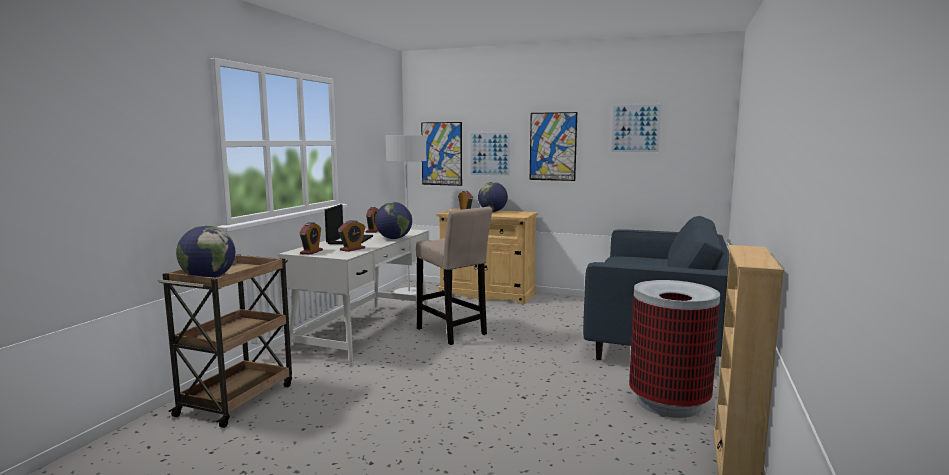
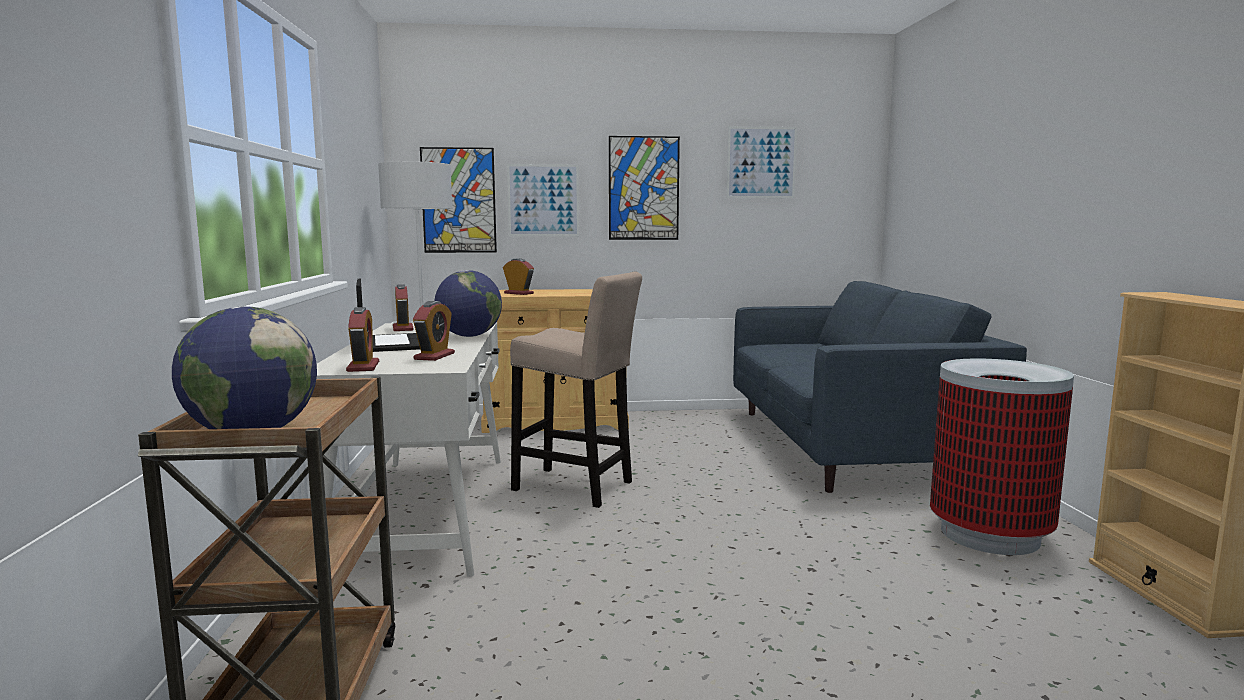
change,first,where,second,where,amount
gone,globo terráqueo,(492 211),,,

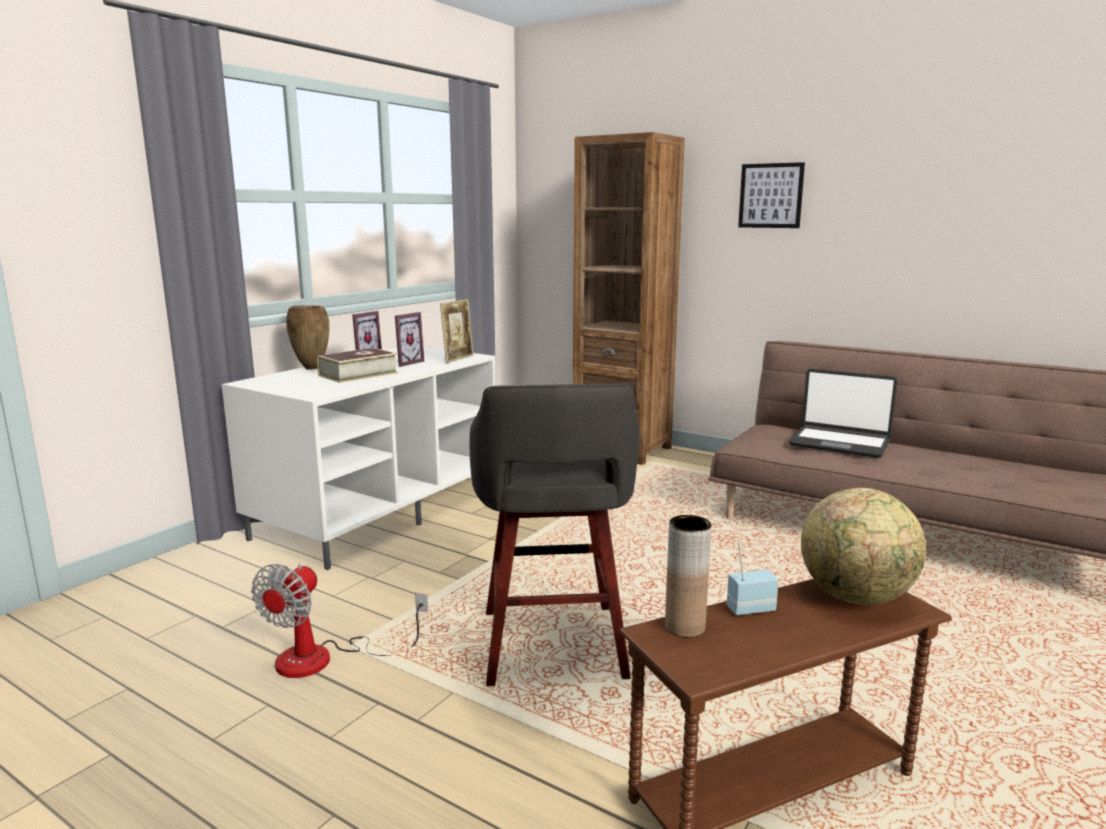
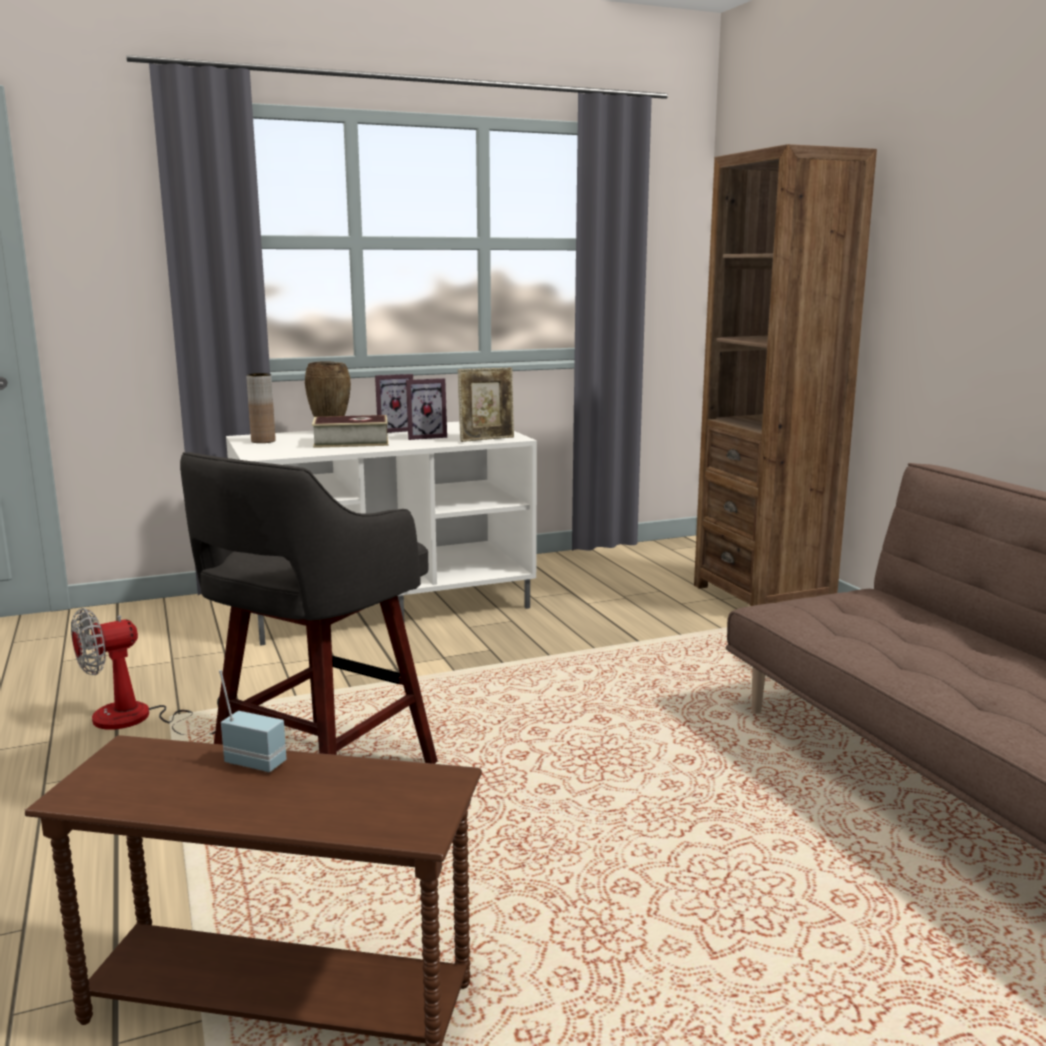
change,first,where,second,where,amount
shifted,florero/marrón,(684 627),,(263 441),
gone,cuadro,(770 195),,,
gone,portátil,(839 443),,,
gone,globo terráqueo,(856 597),,,

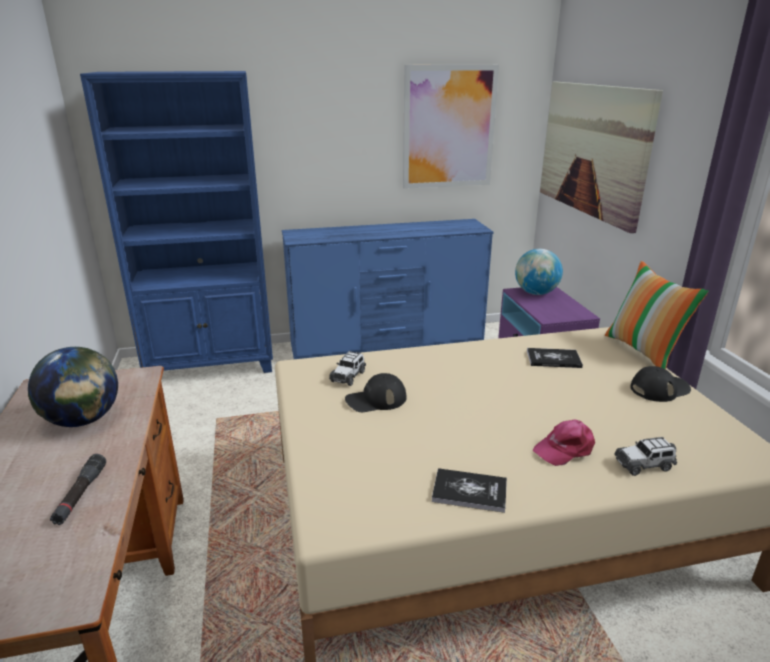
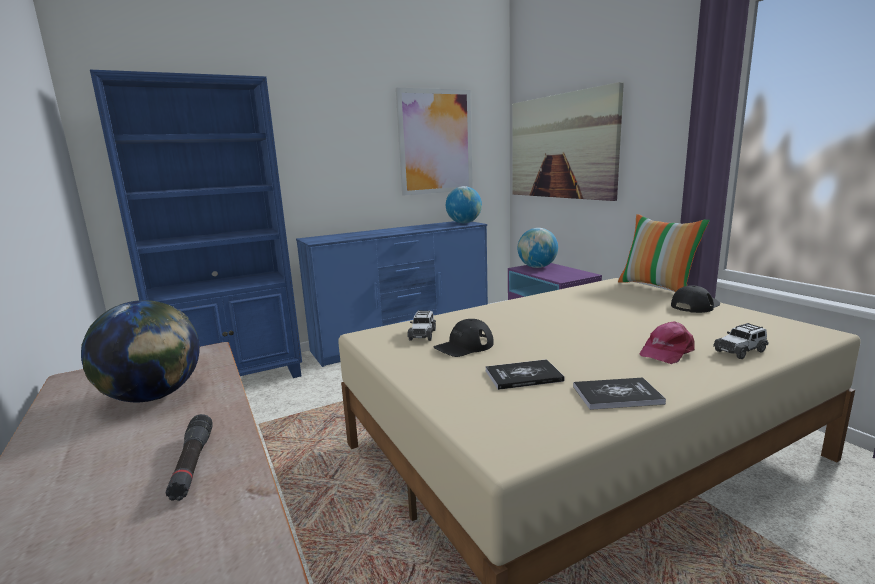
change,first,where,second,where,amount
shifted,libro,(553 359),,(523 376),
new,,,globo terráqueo,(464 223),

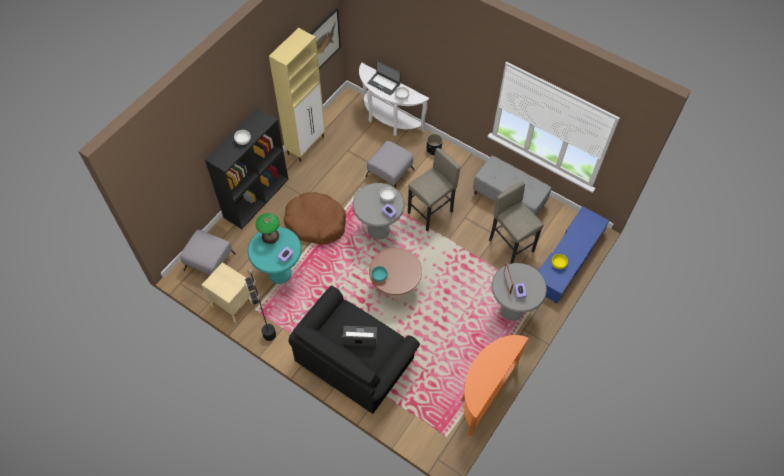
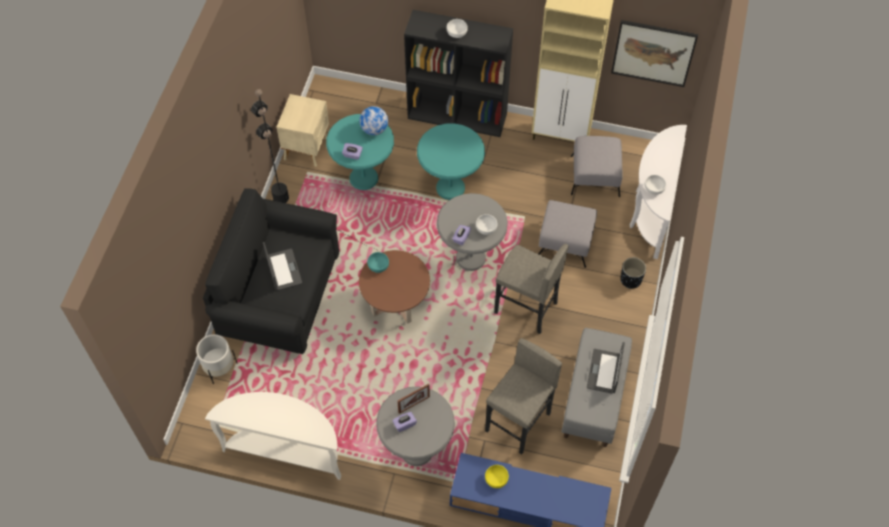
change,first,where,second,where,amount
shifted,puf/gris,(210 262),,(595 176),
swapped,lámpara de mesa,(270 236),globo terráqueo,(374 129),
swapped,cama para perro/marrón,(316 223),mesa auxiliar/turquesa,(450 188),
shifted,portátil,(384 83),,(604 371),
repainted,mesa consola/naranja,(484 392),mesa consola/blanco,(286 450),
new,,,maceta/blanco,(219 368),

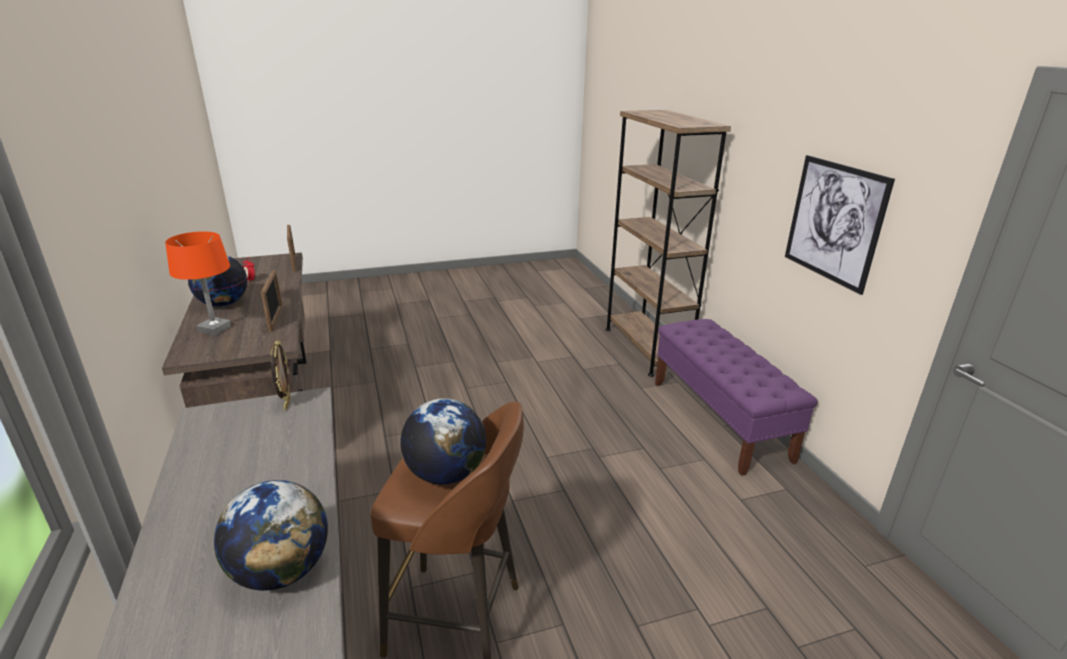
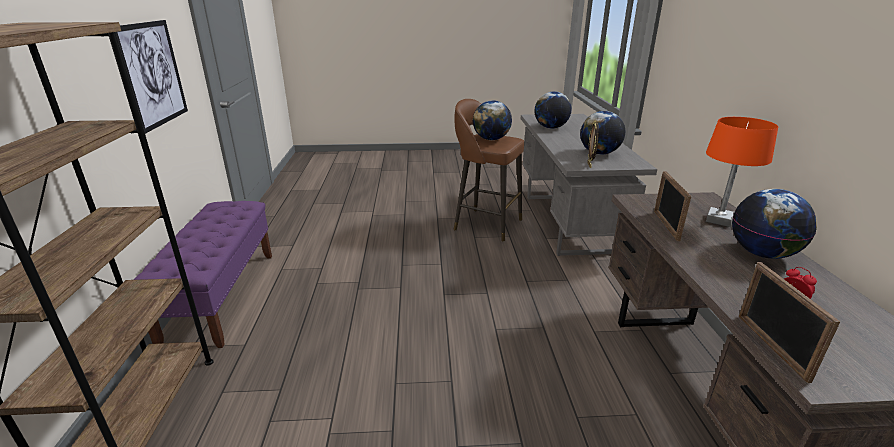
change,first,where,second,where,amount
new,,,globo terráqueo,(599 153),

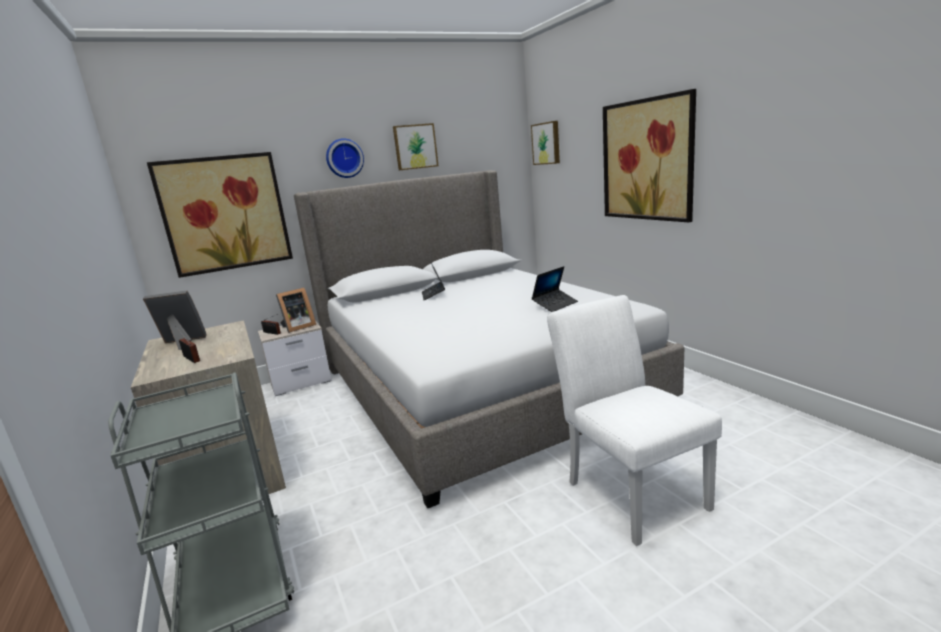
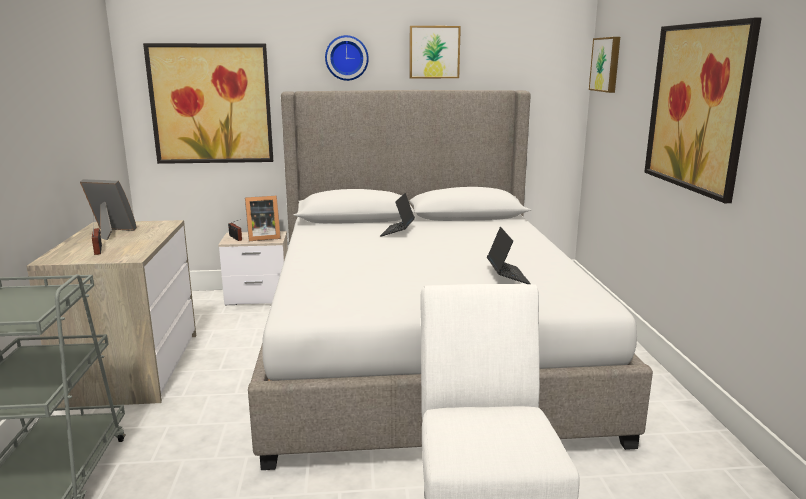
change,first,where,second,where,amount
rotated,portátil,(555 305),,(507 276),75 degrees counterclockwise

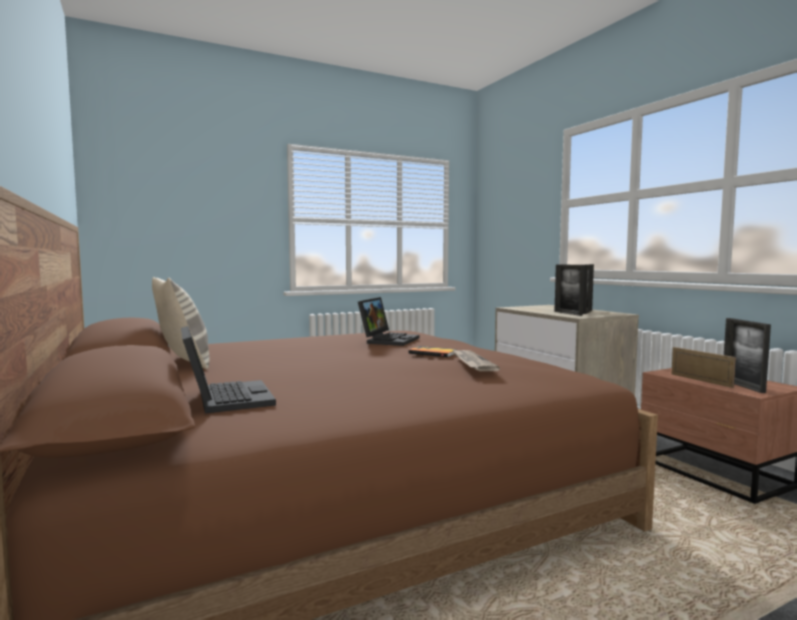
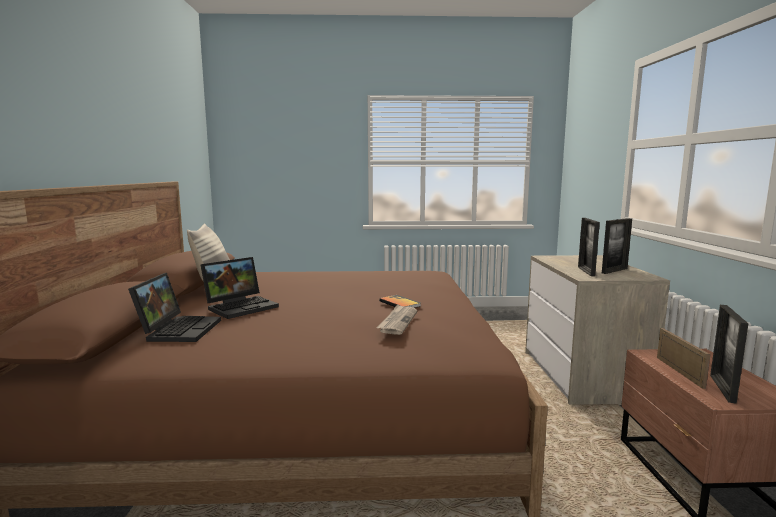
change,first,where,second,where,amount
shifted,portátil,(388 340),,(242 306),

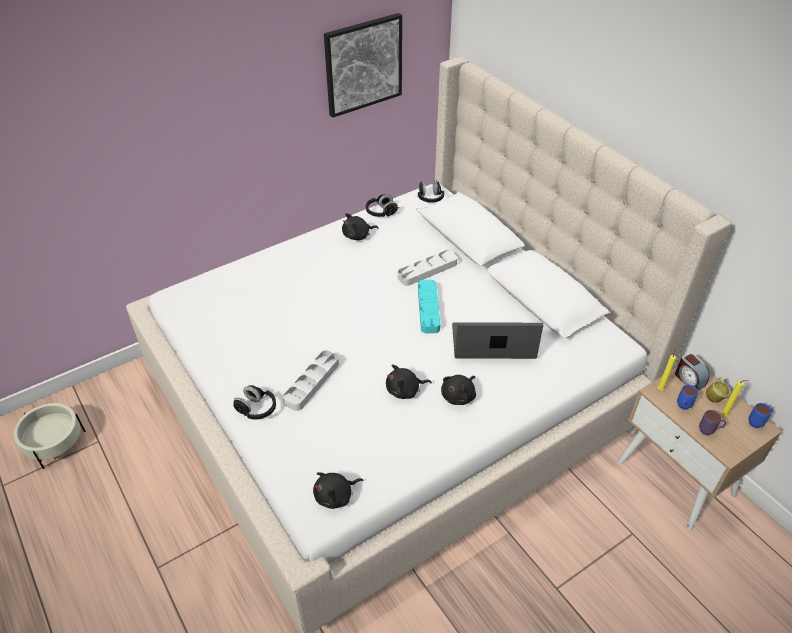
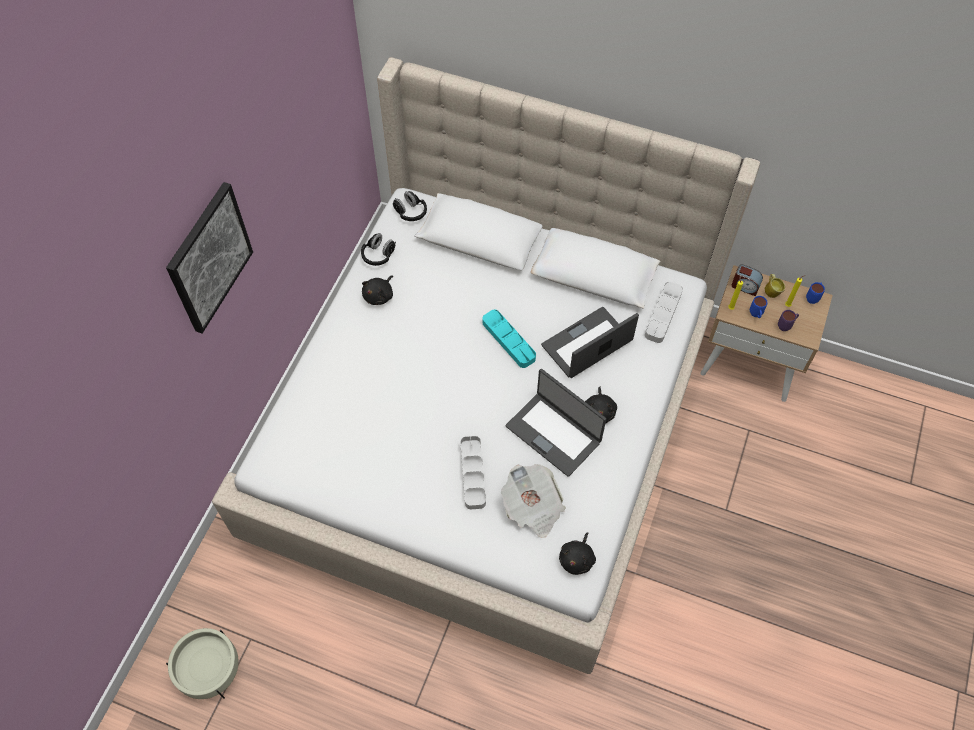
change,first,where,second,where,amount
gone,auriculares/negro,(256 409),,,
shifted,cuadro,(363 64),,(209 258),
swapped,peluche/negro,(405 390),portátil,(554 433),
shifted,bandeja/gris,(427 270),,(663 314),
new,,,periódico,(533 507),

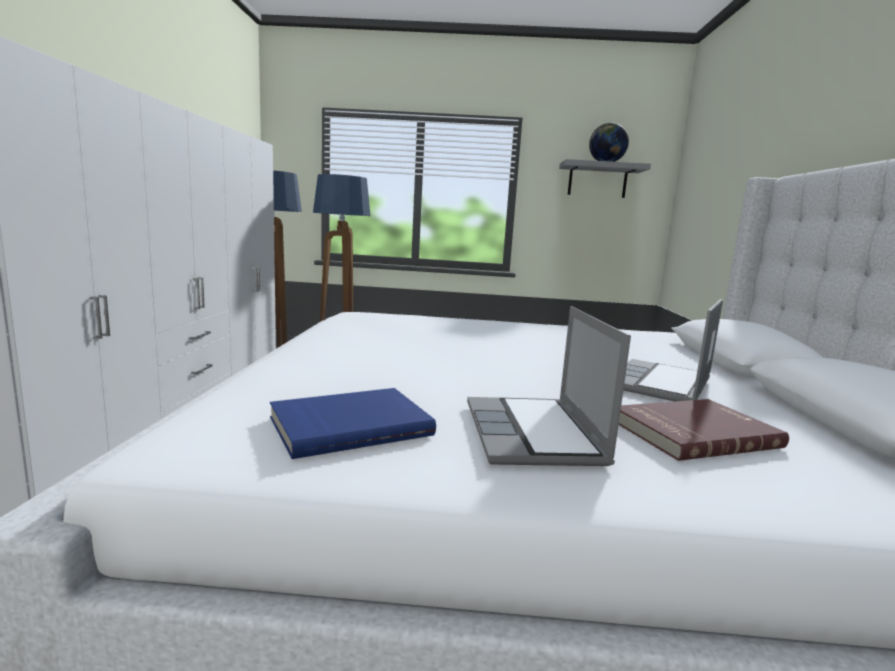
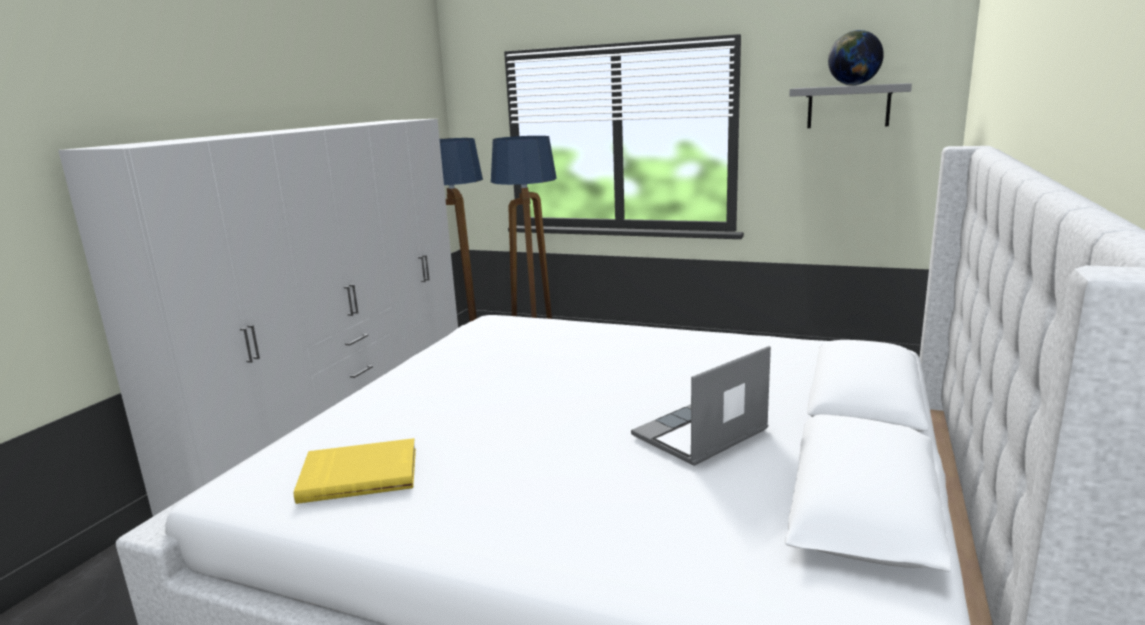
change,first,where,second,where,amount
repainted,libro/azul,(349 425),libro/amarillo,(359 474),
gone,portátil,(534 434),,,
gone,libro/rojo,(692 432),,,

